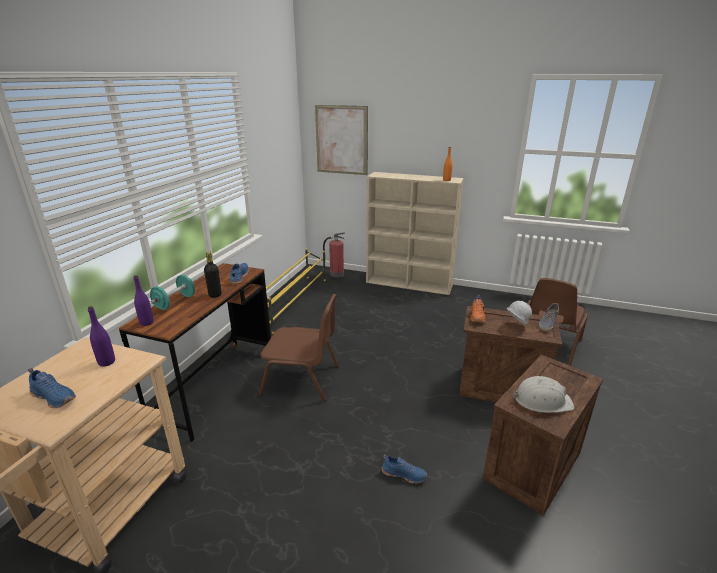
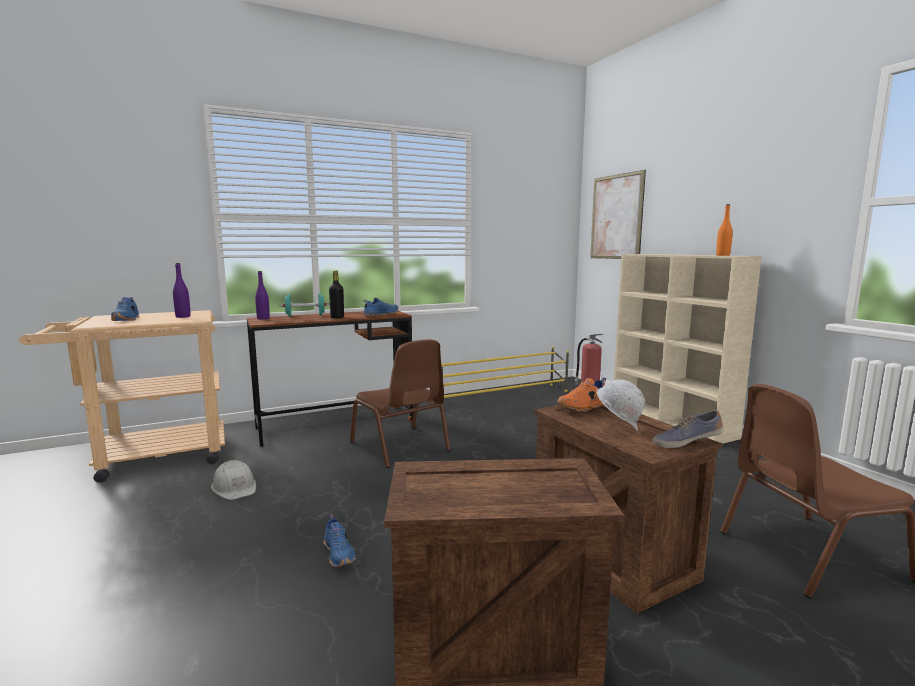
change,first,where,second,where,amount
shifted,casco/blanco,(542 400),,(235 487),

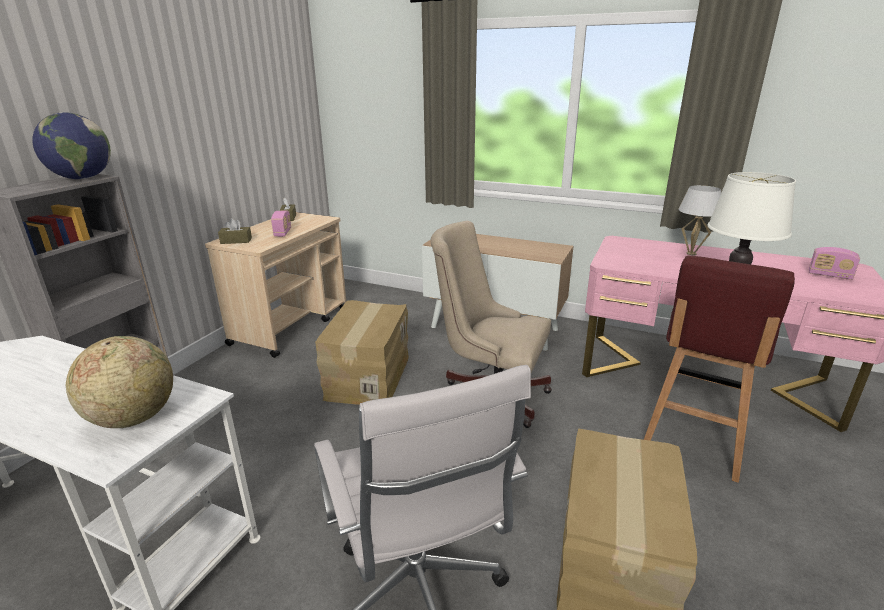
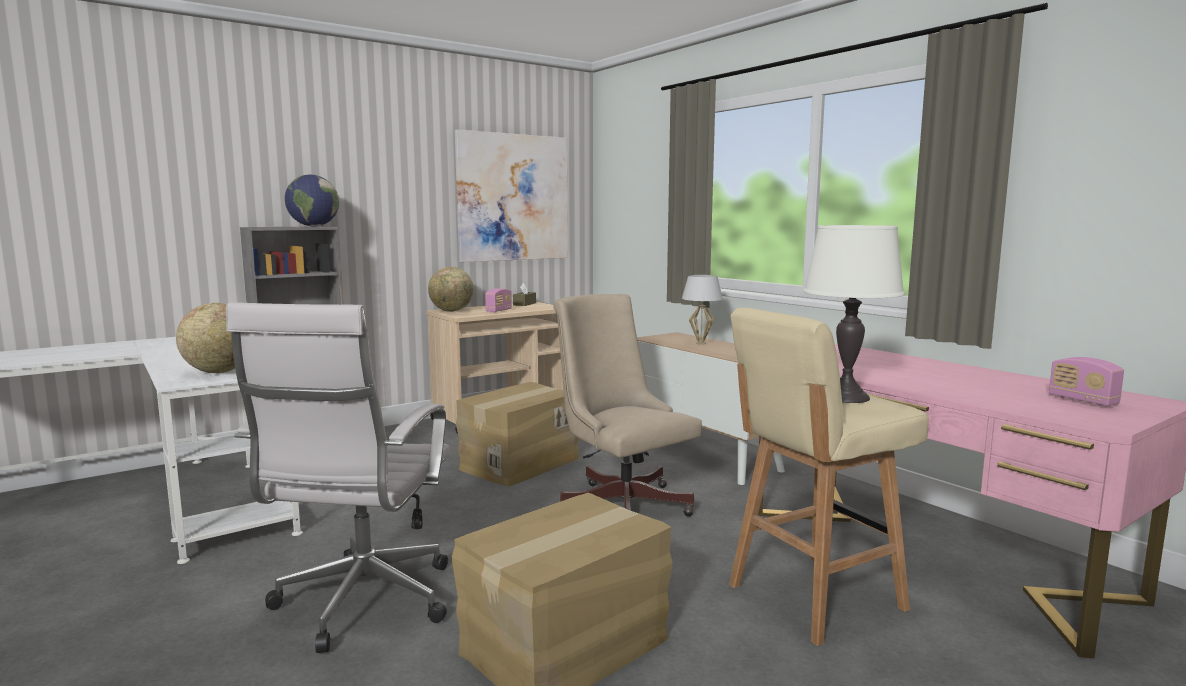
change,first,where,second,where,amount
swapped,caja de pañuelos/marrón,(236 241),globo terráqueo,(452 311),
repainted,taburete/rojo,(692 441),taburete/beis,(812 598),
shifted,lámpara de mesa/blanco,(691 254),,(700 343),
new,,,cuadro,(513 197),

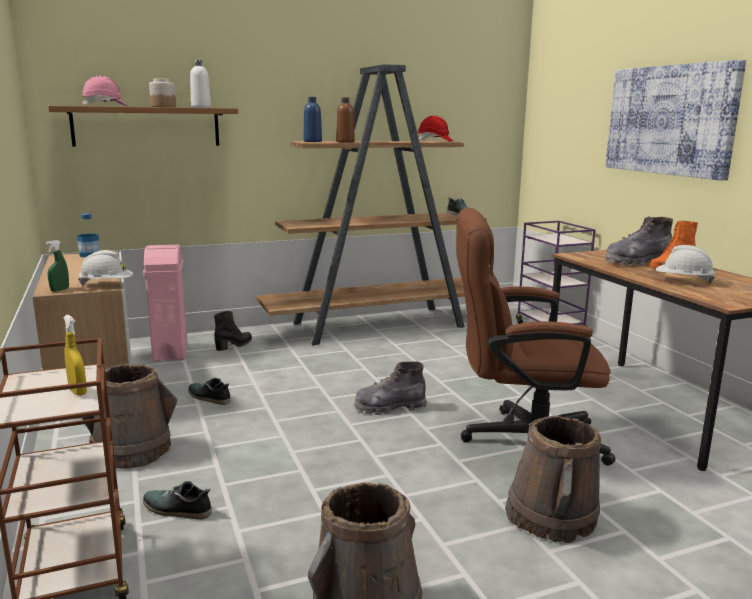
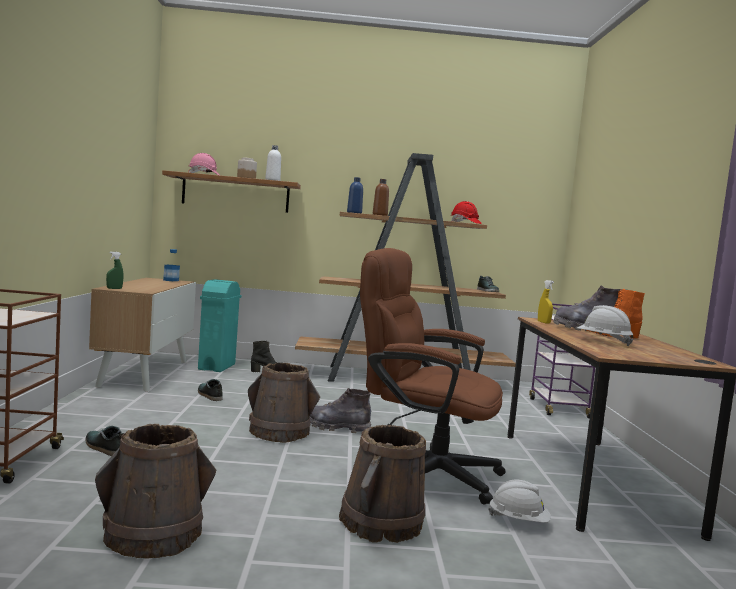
change,first,where,second,where,amount
shifted,pulverizador/amarillo,(77 391),,(544 322),
shifted,casco/blanco,(107 284),,(518 521),
shifted,cubo/marrón,(132 451),,(279 432),
repainted,papelera/rosa,(171 352),papelera/turquesa,(217 367),
gone,cuadro,(671 120),,,

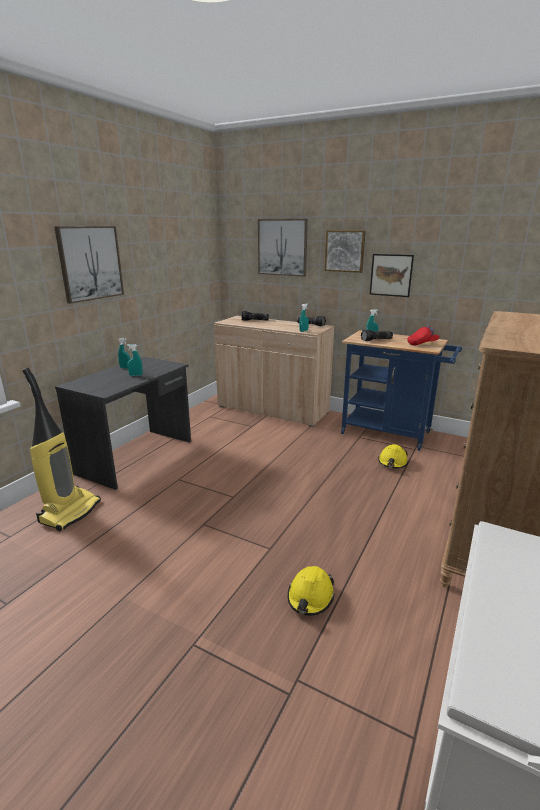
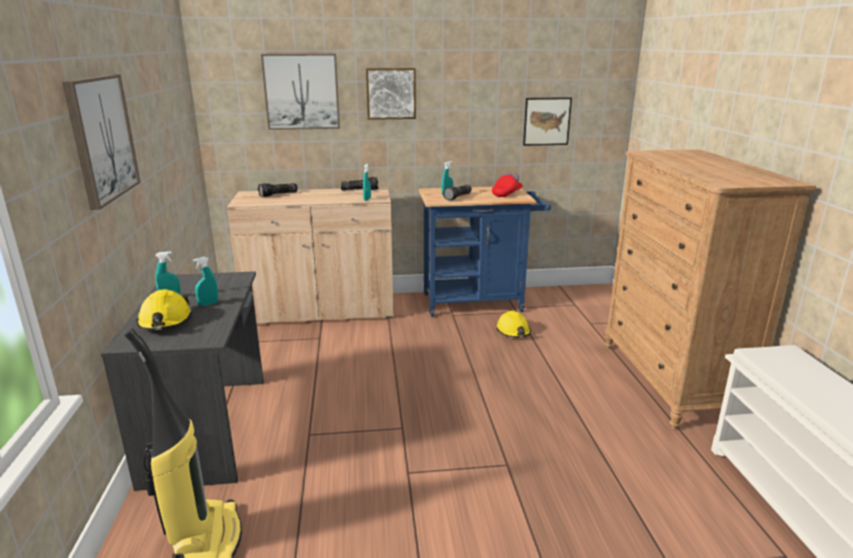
change,first,where,second,where,amount
shifted,casco/amarillo,(310 597),,(165 322),
shifted,cuadro,(391 275),,(546 121),

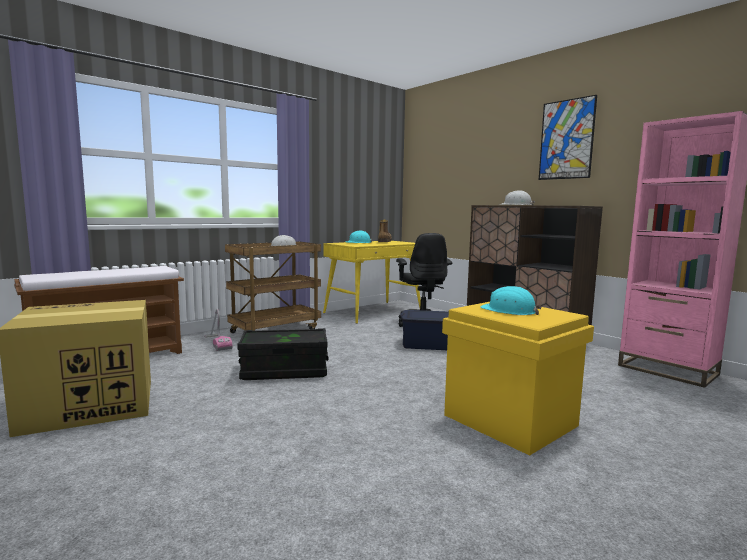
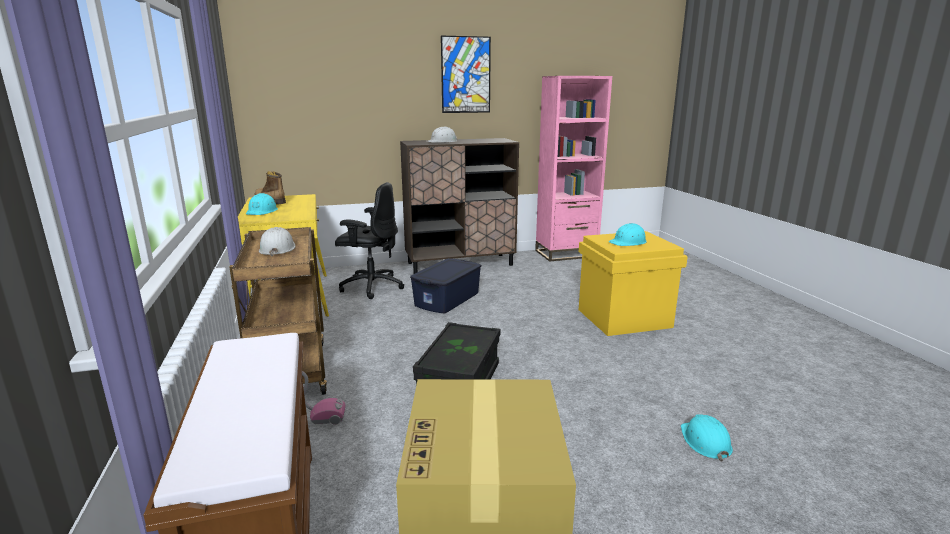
change,first,where,second,where,amount
new,,,casco/turquesa,(705 441),

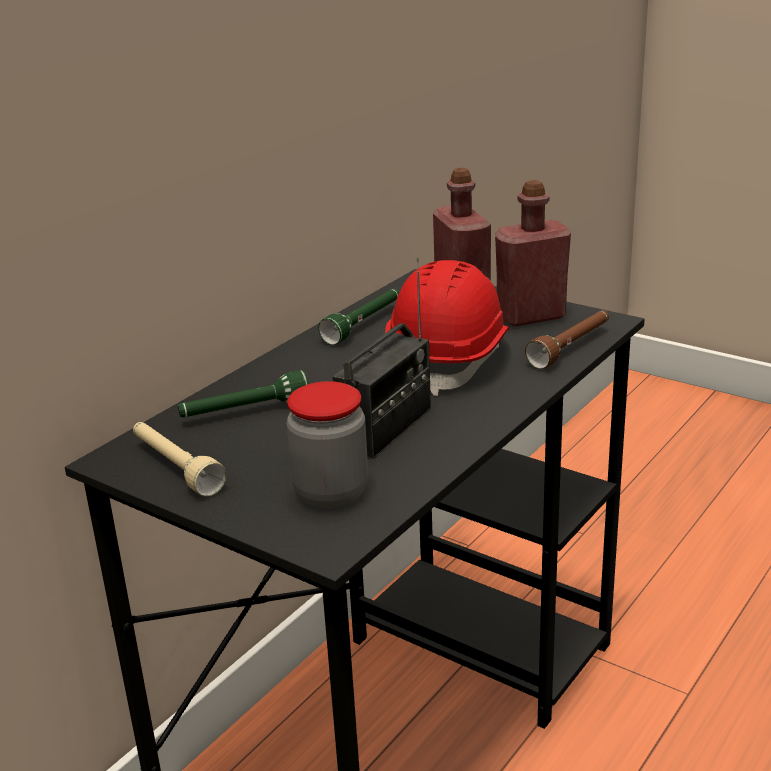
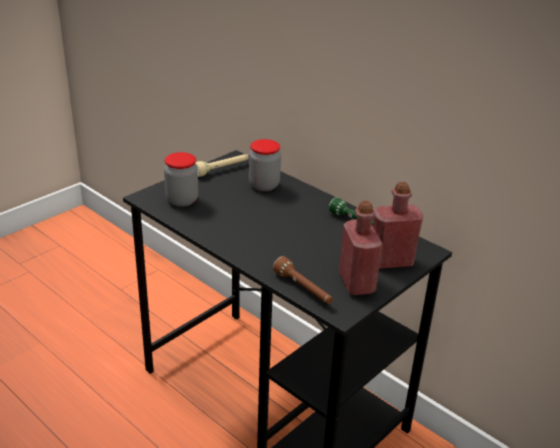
change,first,where,second,where,amount
swapped,linterna/verde,(245 412),tarro,(264 185),
gone,radio,(386 428),,,
gone,casco/rojo,(450 359),,,

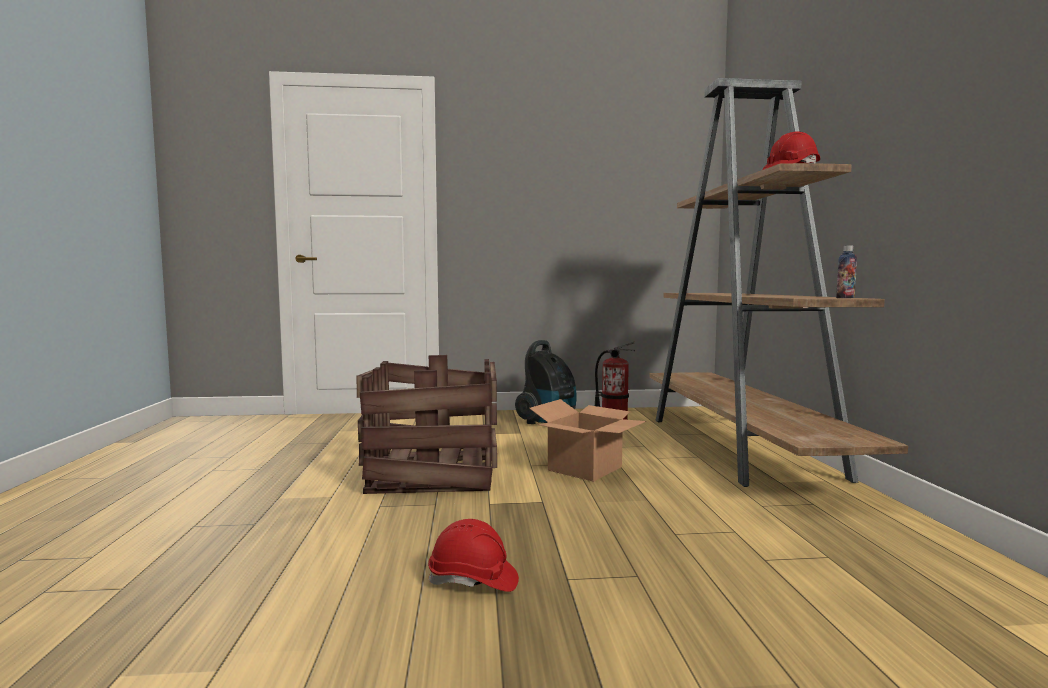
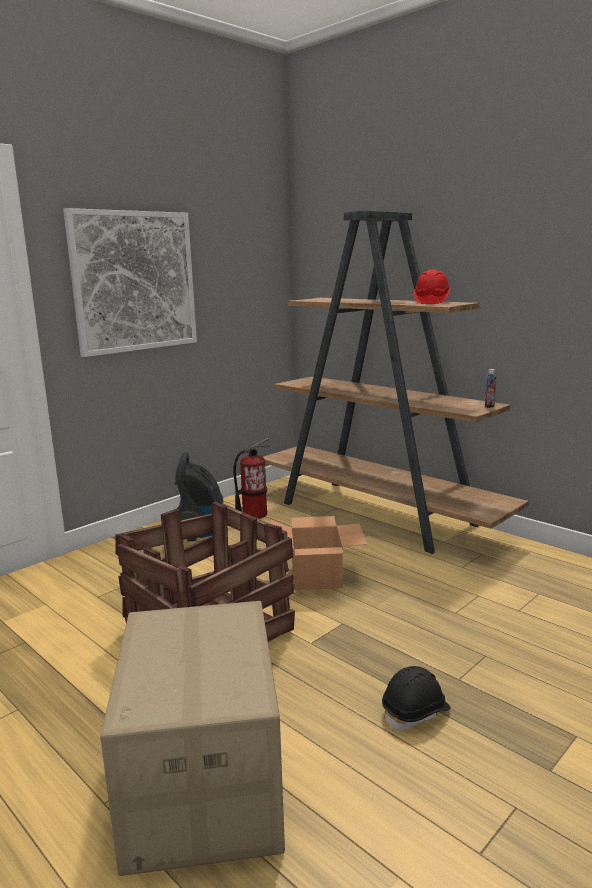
change,first,where,second,where,amount
repainted,casco/rojo,(473 581),casco/negro,(416 712),
new,,,cuadro,(134 281),
new,,,caja de cartón,(201 781),

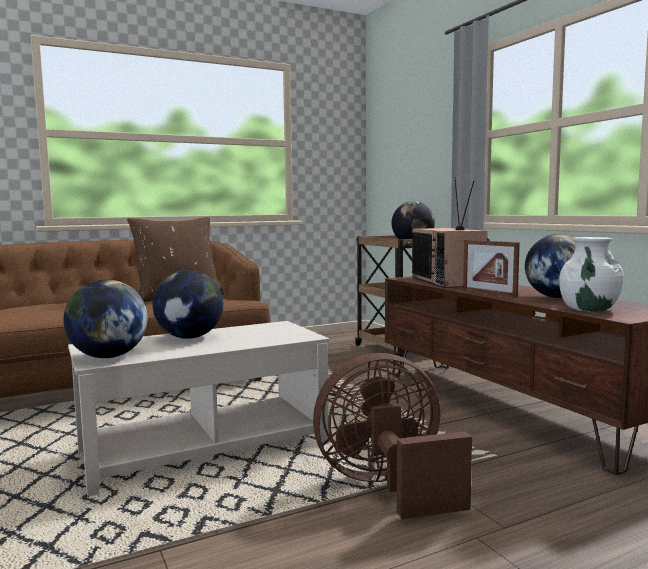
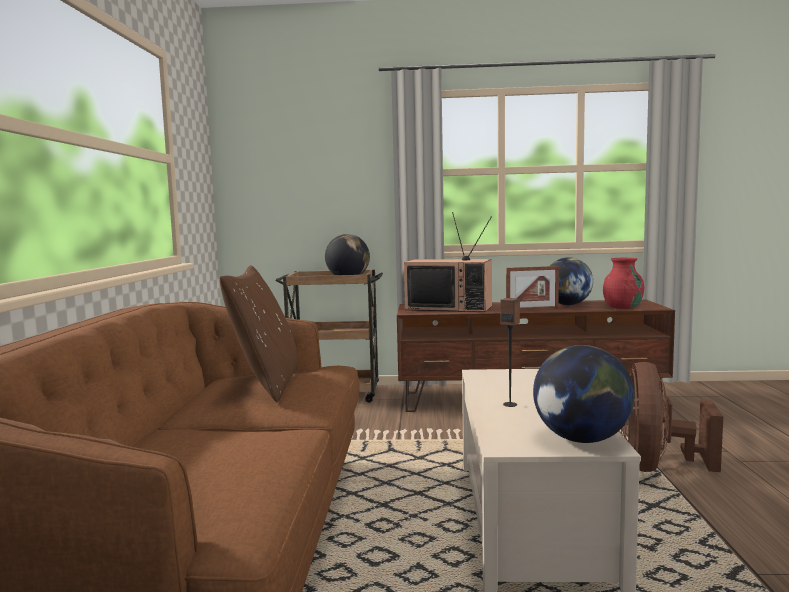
change,first,where,second,where,amount
swapped,globo terráqueo,(189 337),altavoz,(510 404),
repainted,florero/blanco,(588 309),florero/rojo,(622 307),

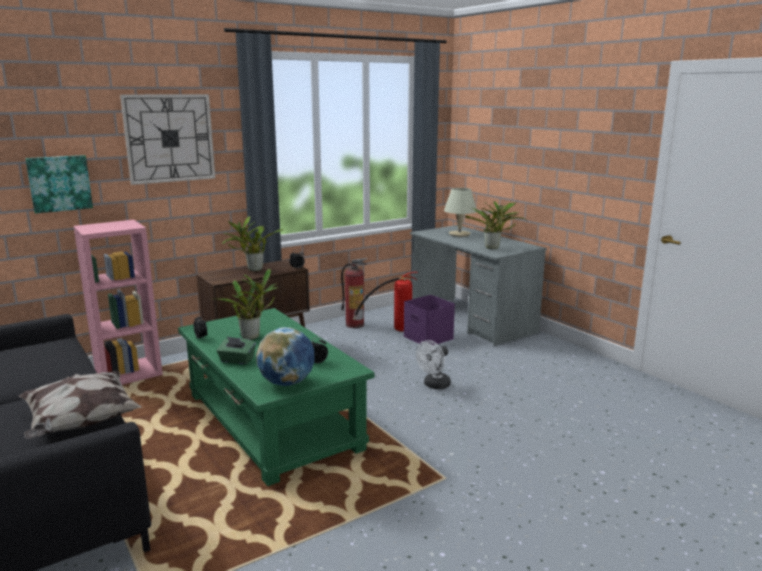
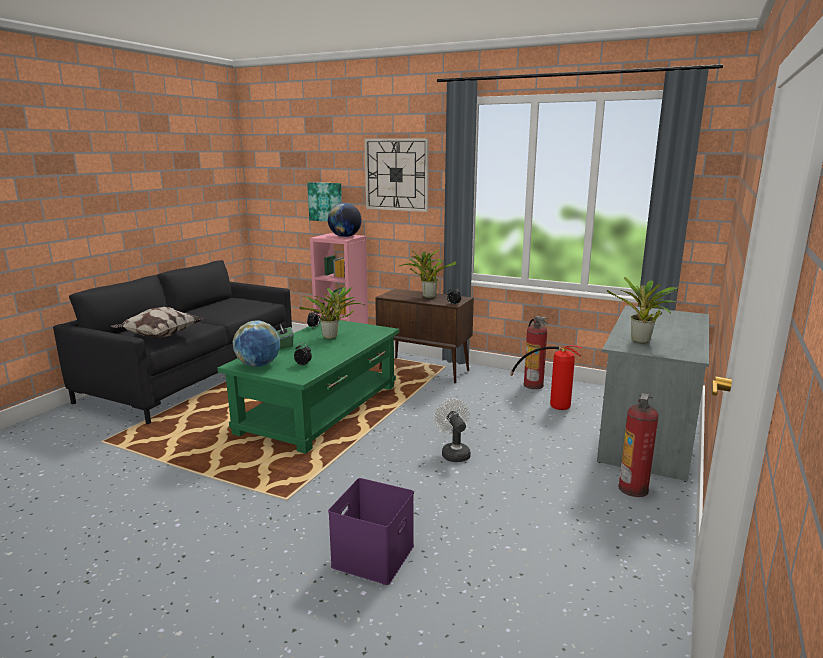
change,first,where,second,where,amount
shifted,caja de almacenaje/morado,(429 337),,(374 557),
rotated,ventilador/blanco,(434 385),,(454 453),60 degrees clockwise
gone,lámpara de mesa/beis,(459 234),,,
new,,,globo terráqueo,(345 236),
new,,,extintor,(633 489),

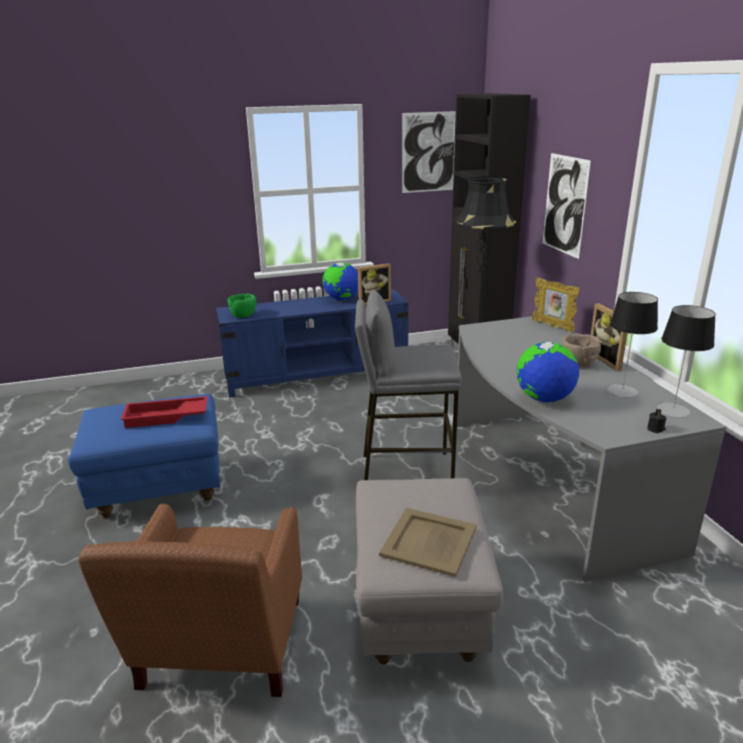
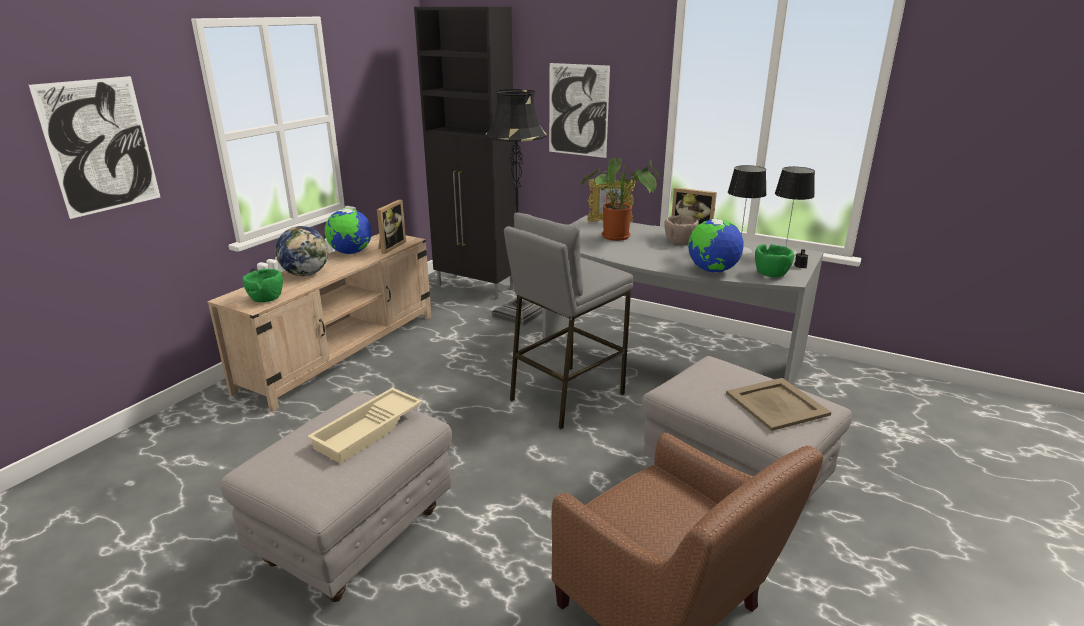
change,first,where,second,where,amount
repainted,puf/azul,(160 489),puf/gris,(355 535),
repainted,bandeja/rojo,(166 417),bandeja/beis,(369 431),
repainted,mueble de televisión/azul,(317 375),mueble de televisión/beis,(342 351),
shifted,cuadro,(429 152),,(100 146),
new,,,globo terráqueo,(306 274),
new,,,planta en maceta,(619 237),
new,,,cuenco/verde,(771 274),

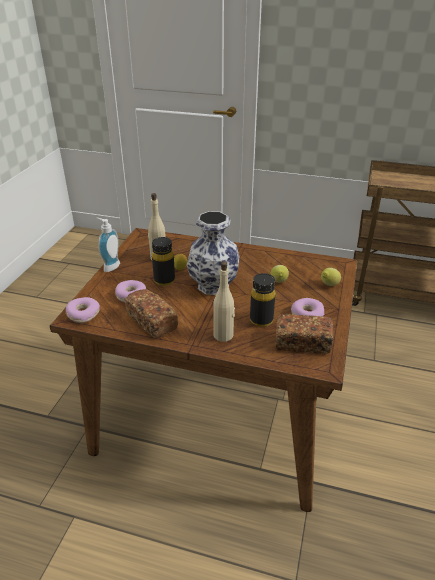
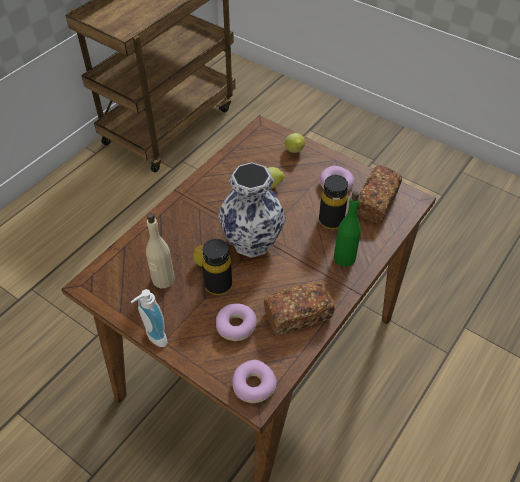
change,first,where,second,where,amount
repainted,botella/beis,(223 335),botella/verde,(344 258),

